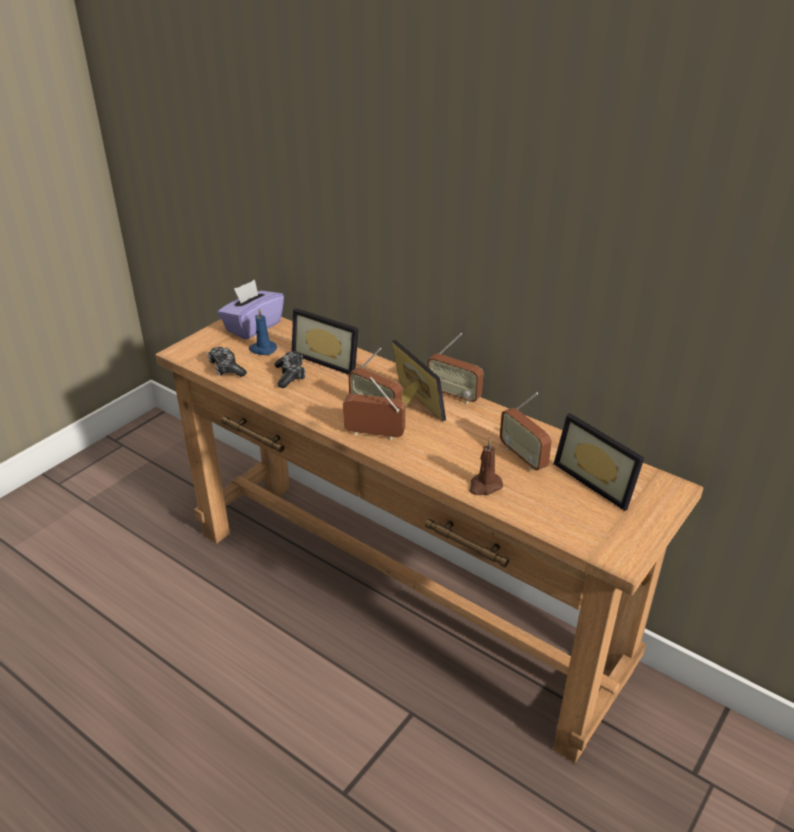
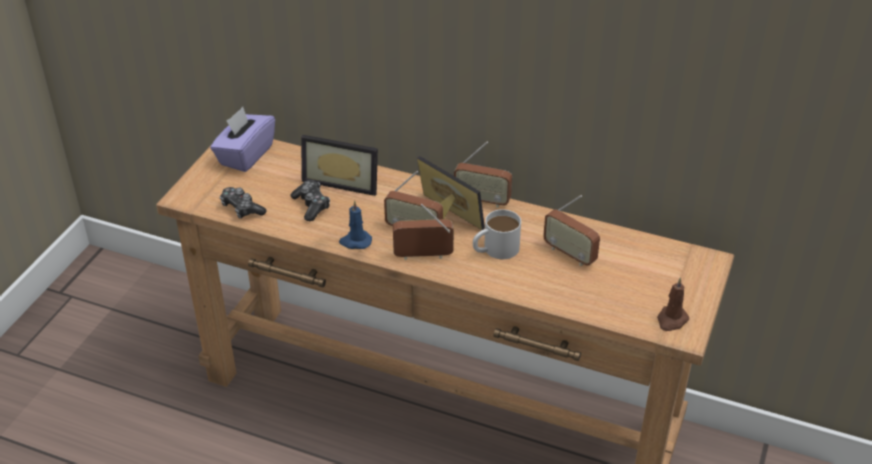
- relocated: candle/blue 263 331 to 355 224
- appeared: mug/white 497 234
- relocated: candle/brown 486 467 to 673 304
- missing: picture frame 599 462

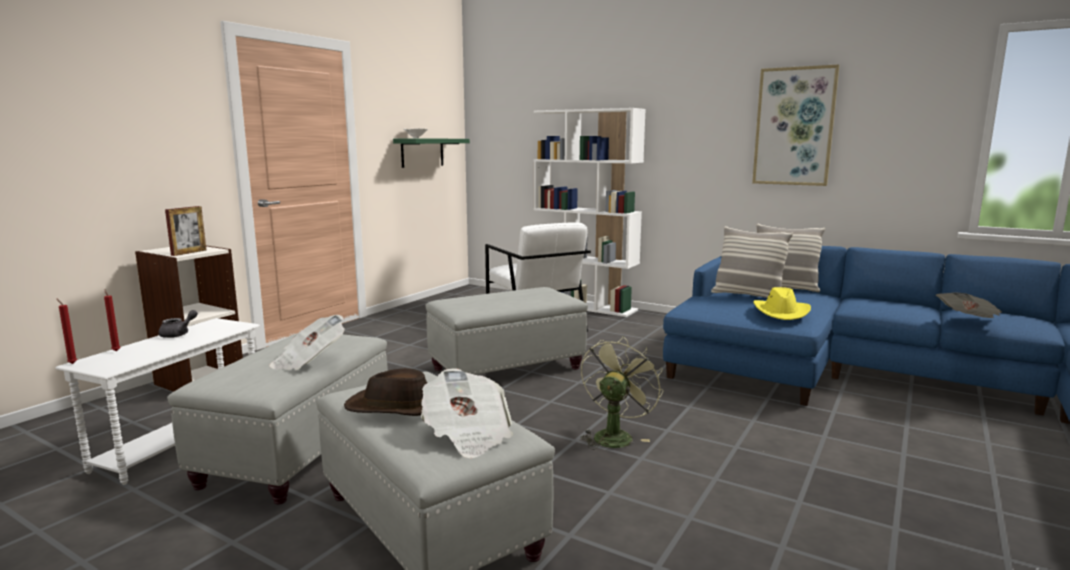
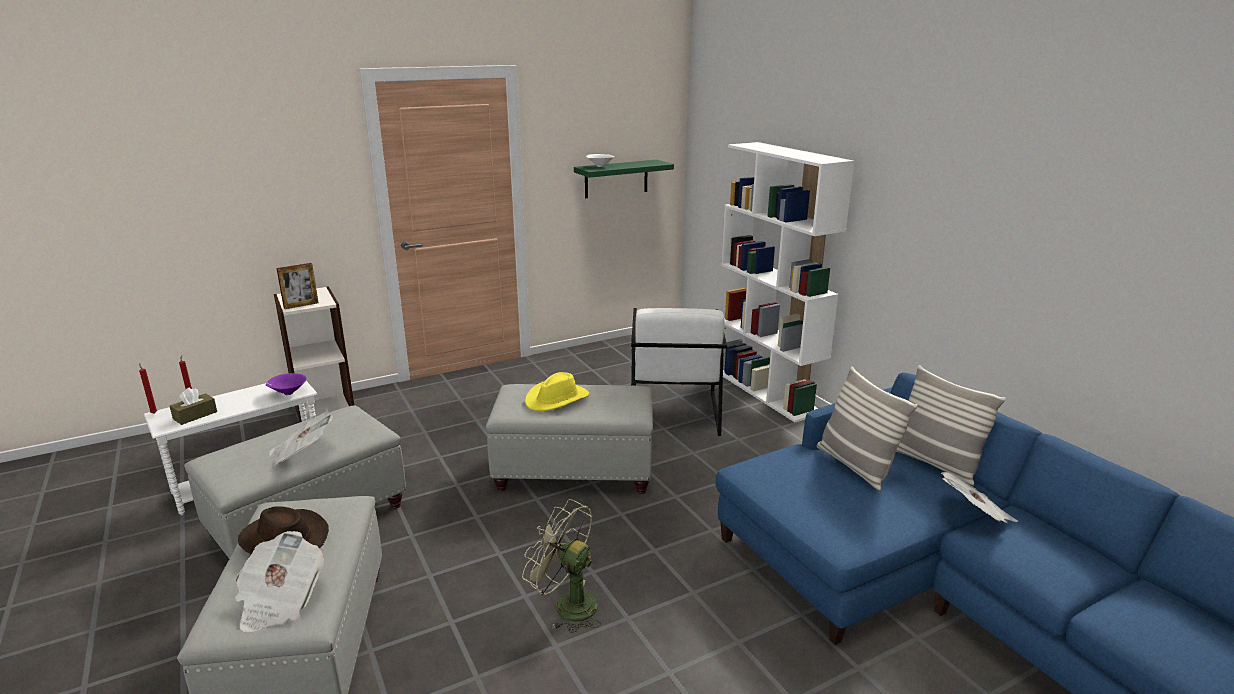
- appeared: tissue box/brown 193 406
- appeared: bowl/purple 286 384
- spun: fan/green 622 393 = 561 566 120 degrees counterclockwise
- relocated: hat/yellow 782 303 to 557 391
- relocated: newspaper 969 305 to 979 497
- missing: teapot/grey 178 324
- missing: picture 795 125

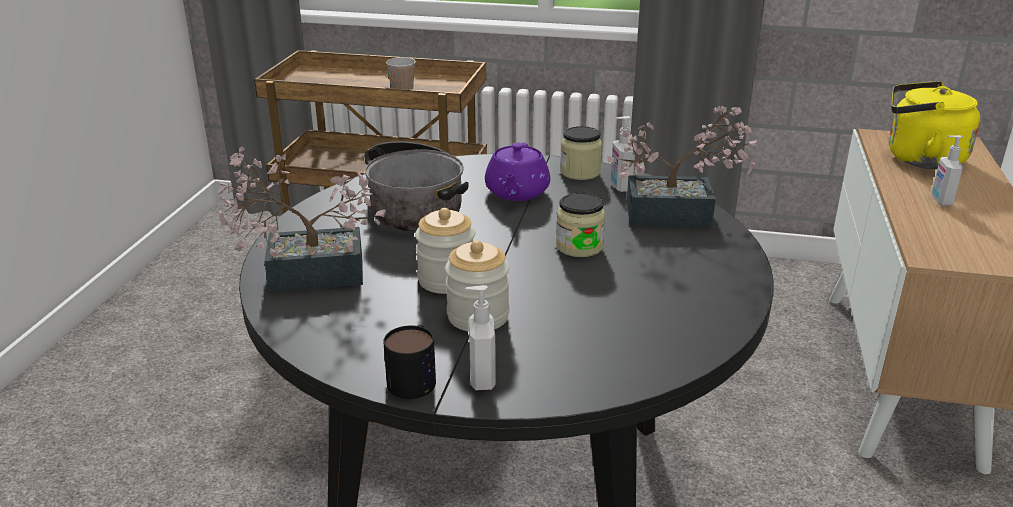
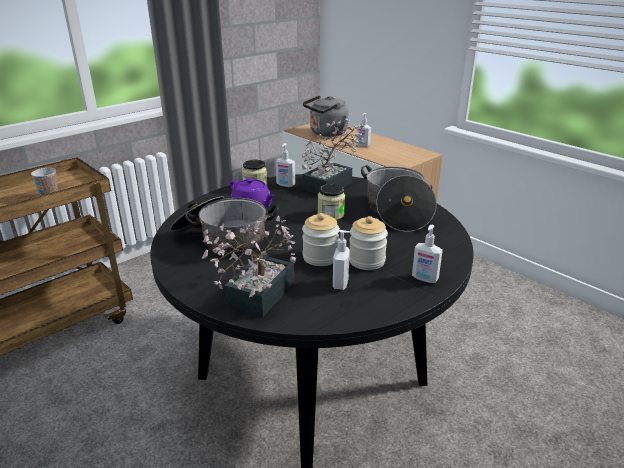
- colour: kettle/yellow 934 125 to kettle/grey 325 116
- appeared: soap dispenser 342 260
- appeared: cooking pot 399 198
- missing: mug 409 362

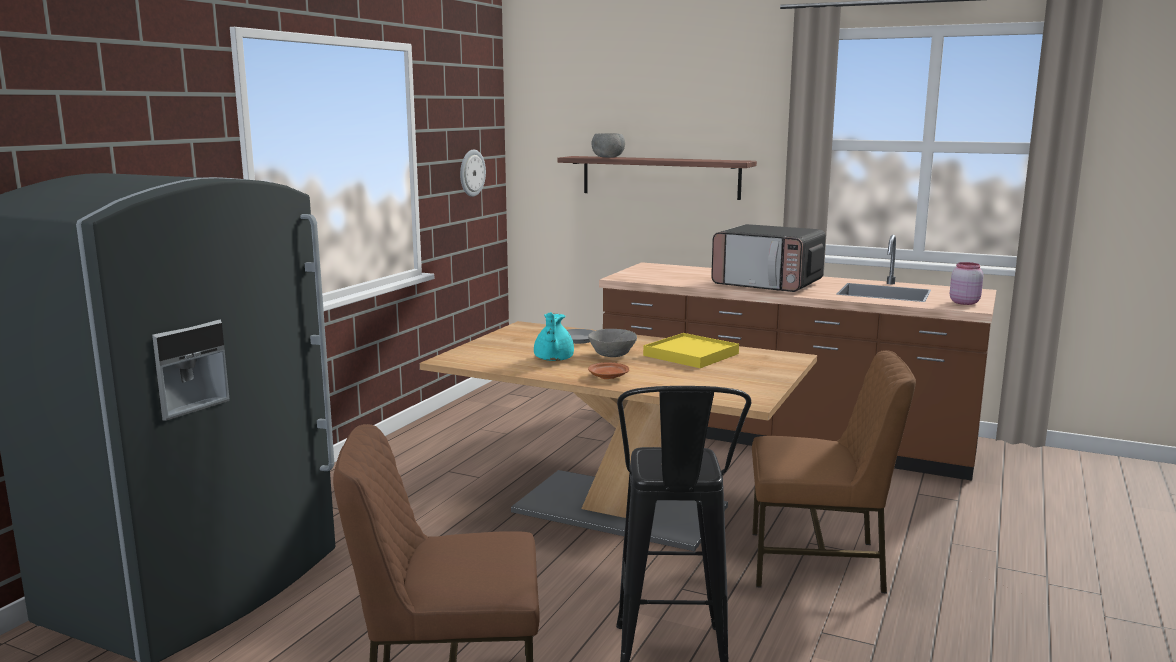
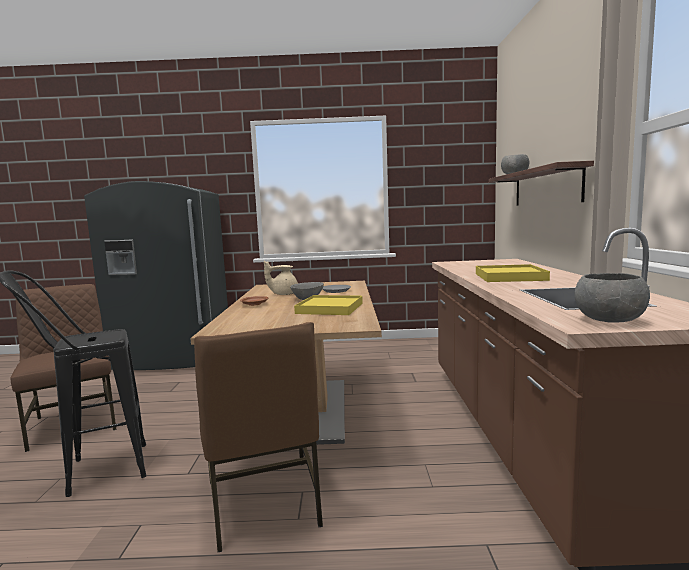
- colour: teapot/turquoise 554 336 to teapot/beige 281 278
- exchanged: microwave 768 258 to tray/yellow 513 273
- exchanged: jar/pink 966 283 to bowl/grey 612 298
- missing: wall clock 473 173

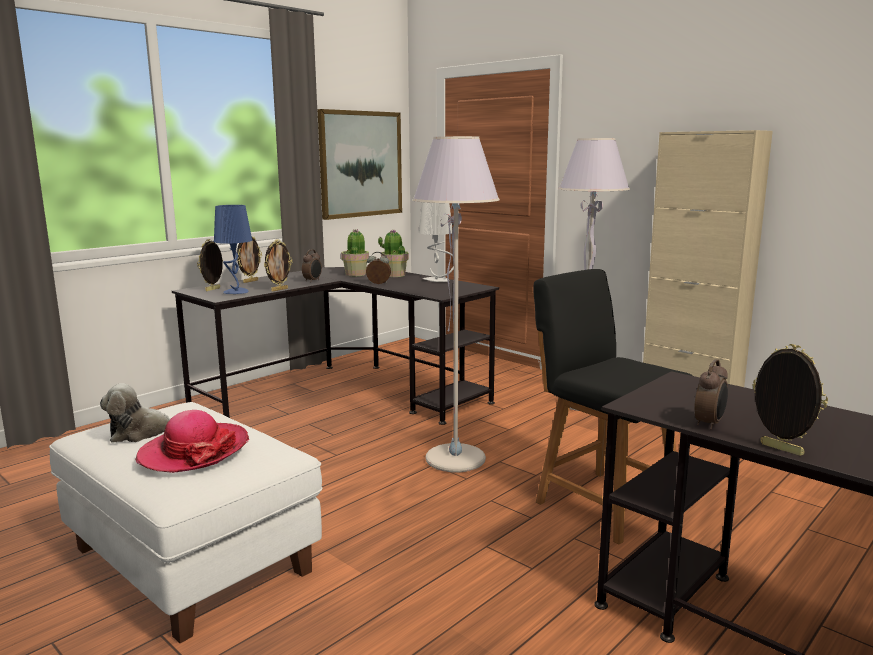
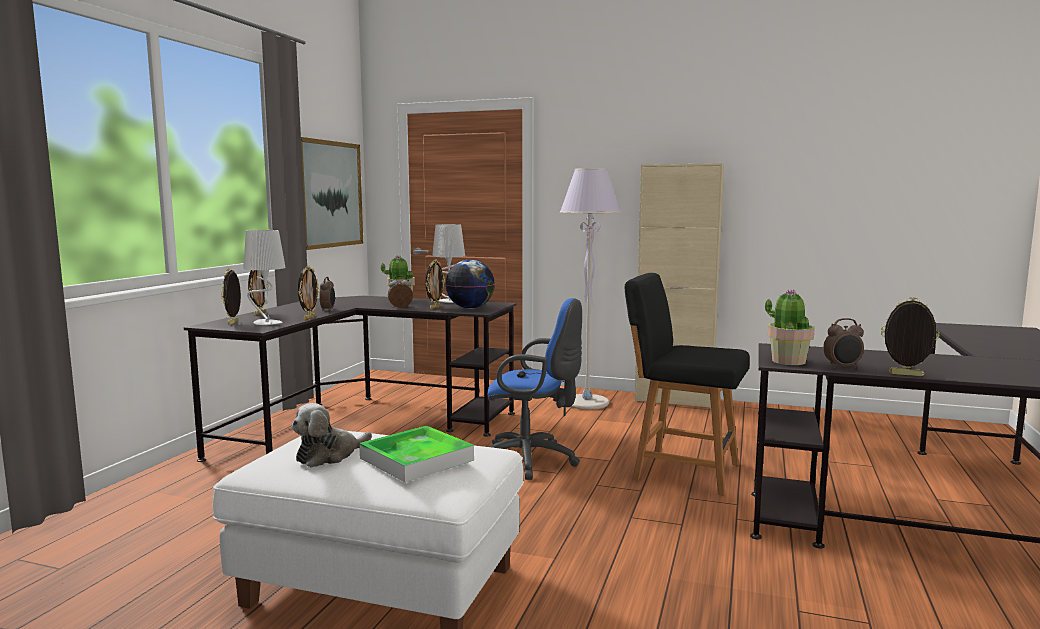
- colour: table lamp/blue 233 249 to table lamp/grey 264 277
- exchanged: hat 192 441 to tray 416 454
- appeared: picture frame 435 284
- appeared: globe 470 284
- exchanged: floor lamp/grey 456 304 to office chair/blue 534 389
- relocated: potted plant 355 252 to 790 327
- spun: alarm clock 711 394 = 843 343 75 degrees clockwise

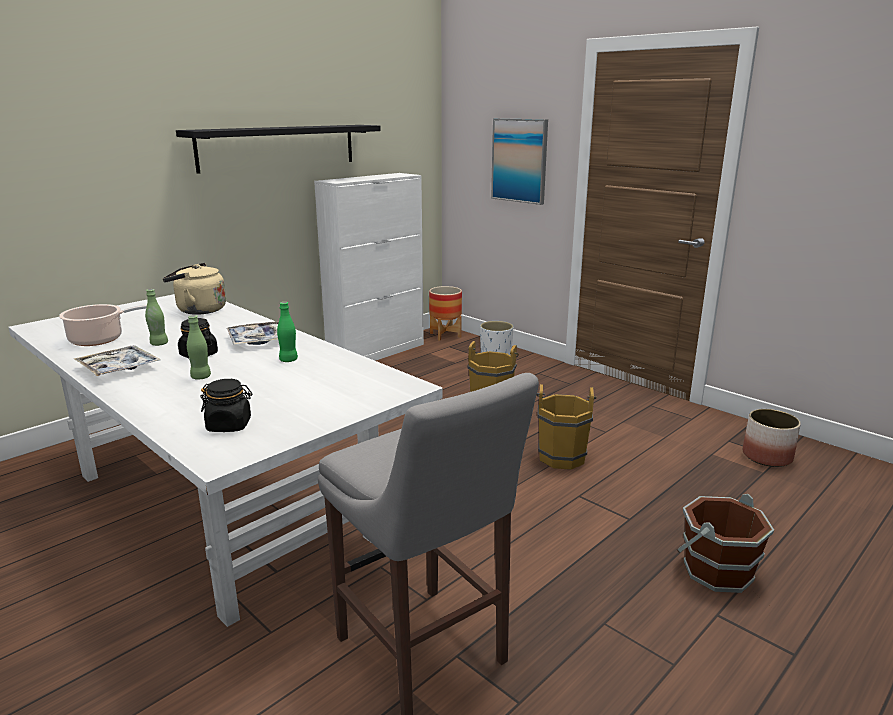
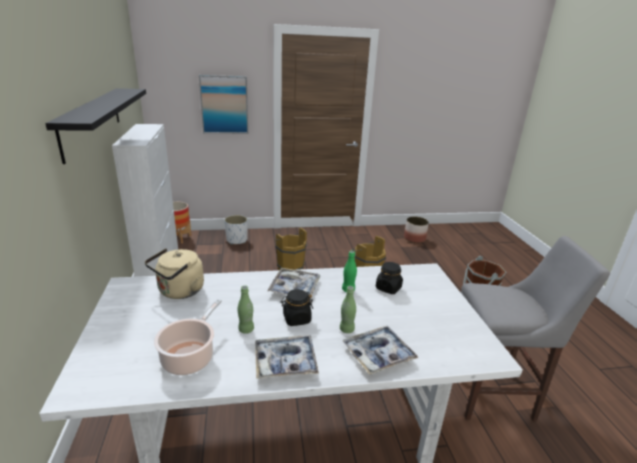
- appeared: tray 380 350
- relocated: jar/black 226 405 to 389 278

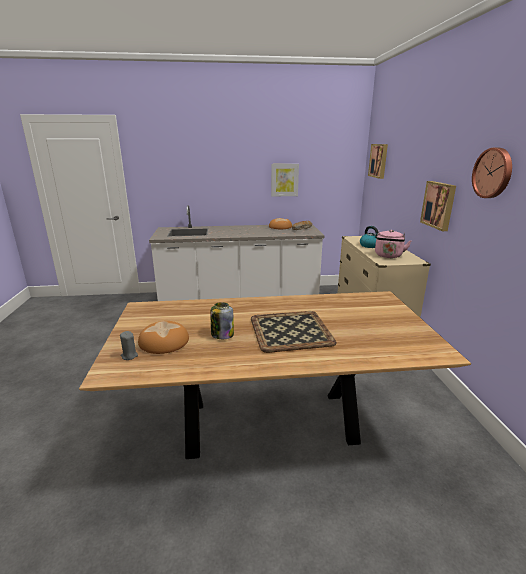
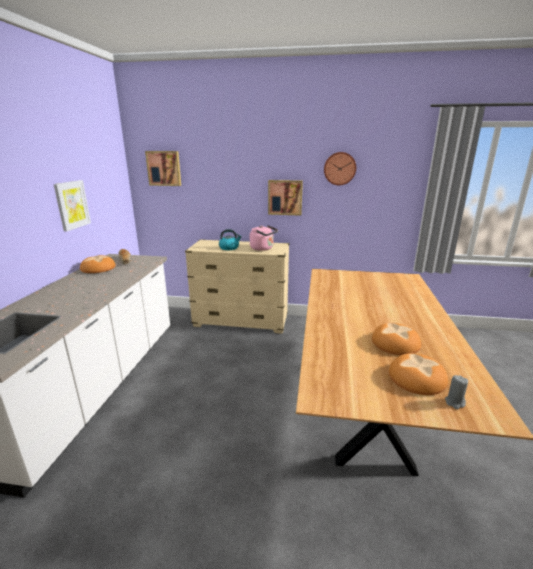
- exchanged: jar 222 320 to bread 396 339
- missing: tray 294 332

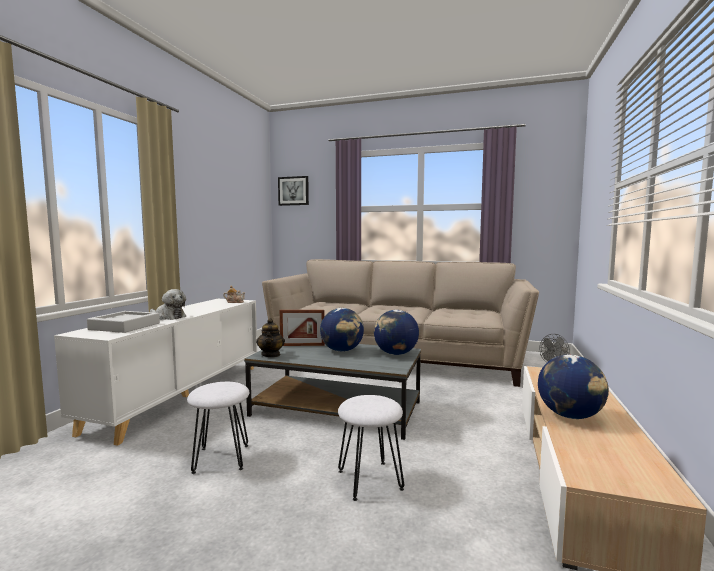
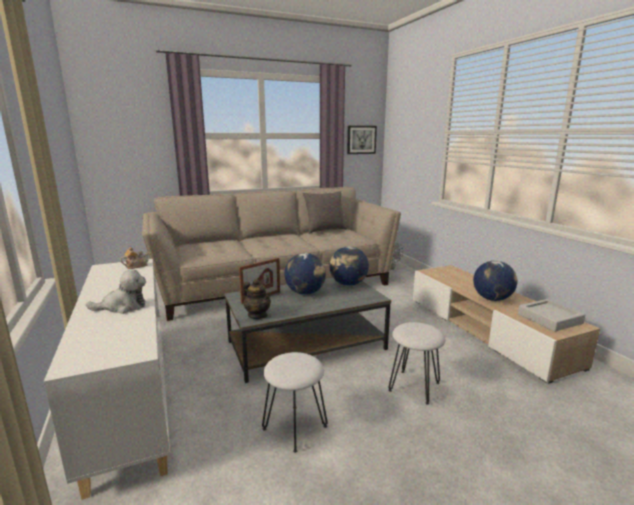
- appeared: pillow/grey 324 212
- relocated: picture 293 191 to 362 140
- relocated: tray/grey 123 322 to 551 315

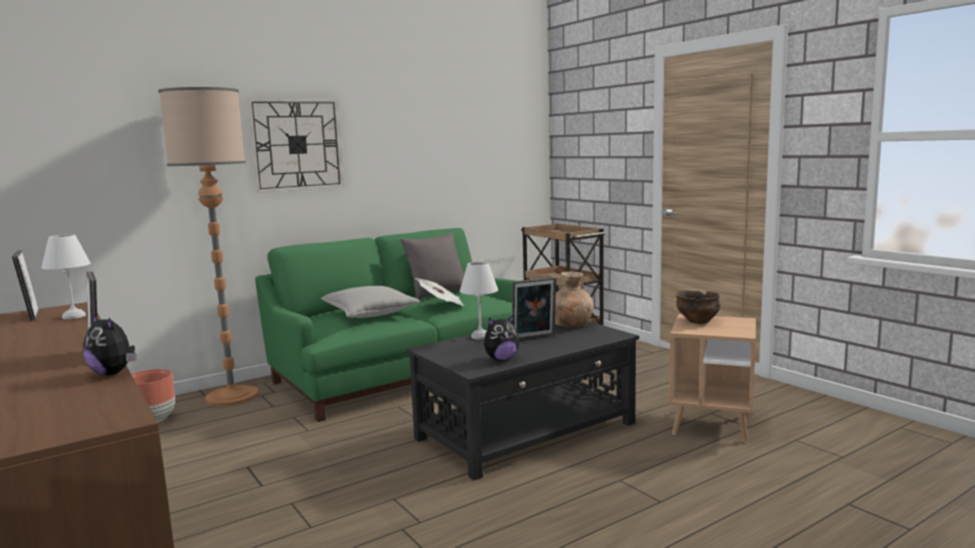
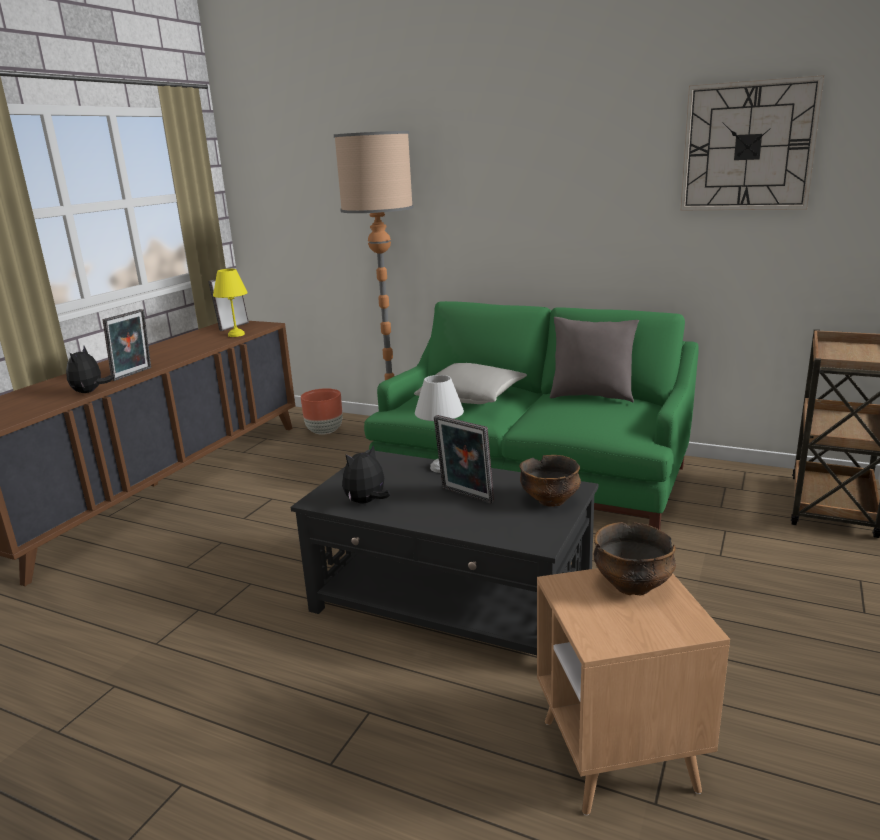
- colour: table lamp/white 66 276 to table lamp/yellow 230 303
- spun: plush toy 501 337 = 366 474 105 degrees clockwise
- exchanged: vase/brown 574 299 to bowl 550 481
- relocated: wall clock 295 145 to 752 142
- missing: newspaper 440 292

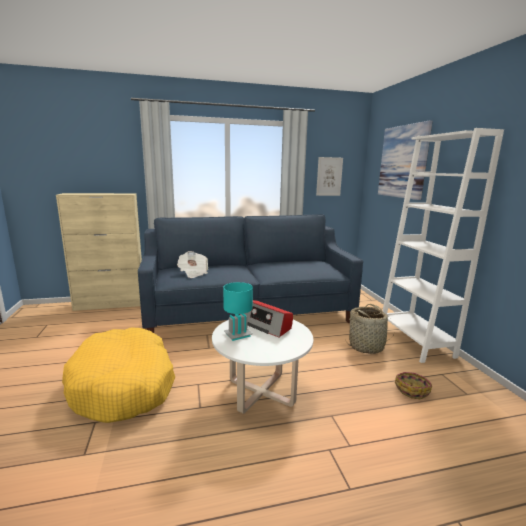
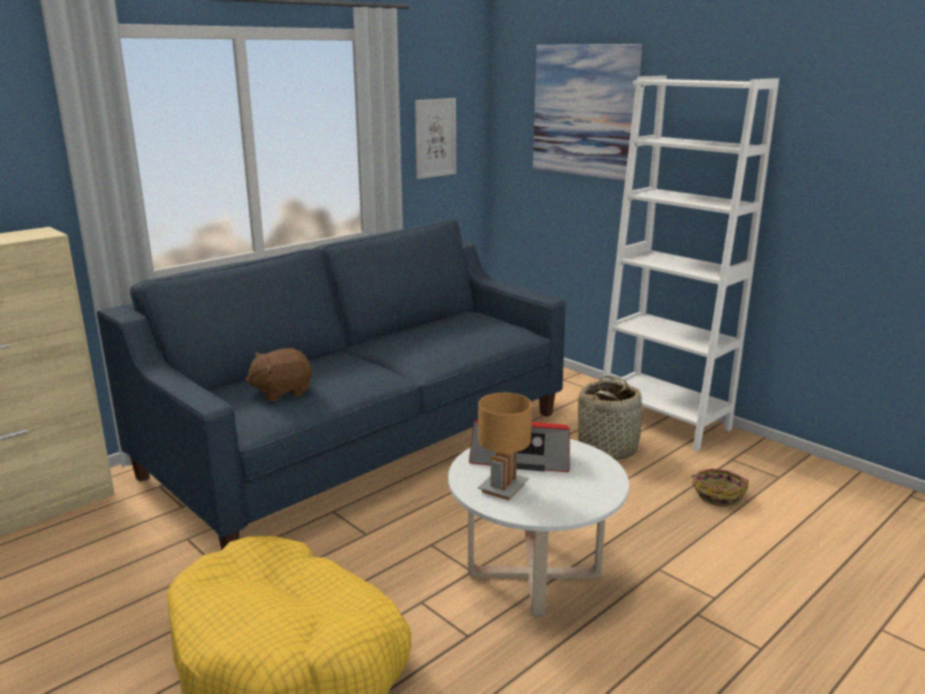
- exchanged: newspaper 192 264 to plush toy/brown 278 375
- colour: table lamp/turquoise 238 311 to table lamp/brown 505 446

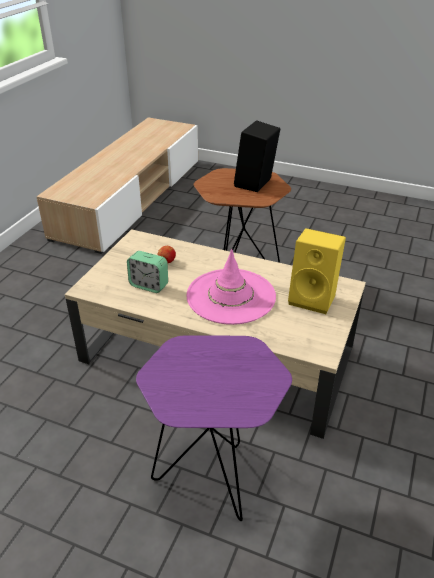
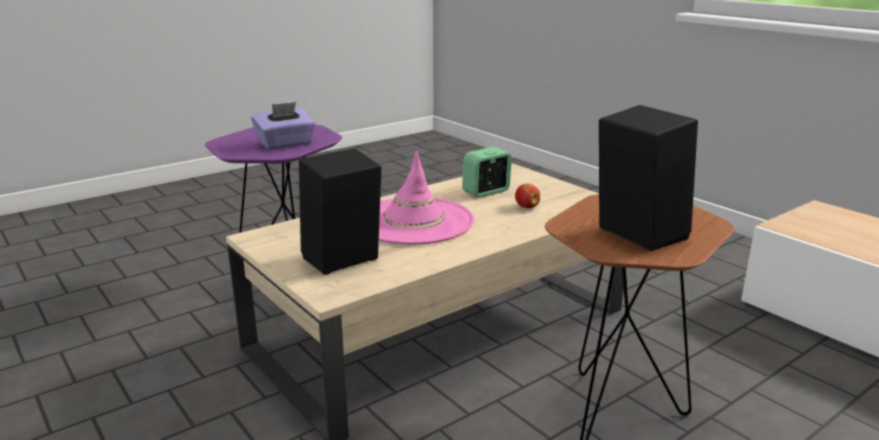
- appeared: tissue box/purple 283 126
- colour: speaker/yellow 317 271 to speaker/black 340 211

